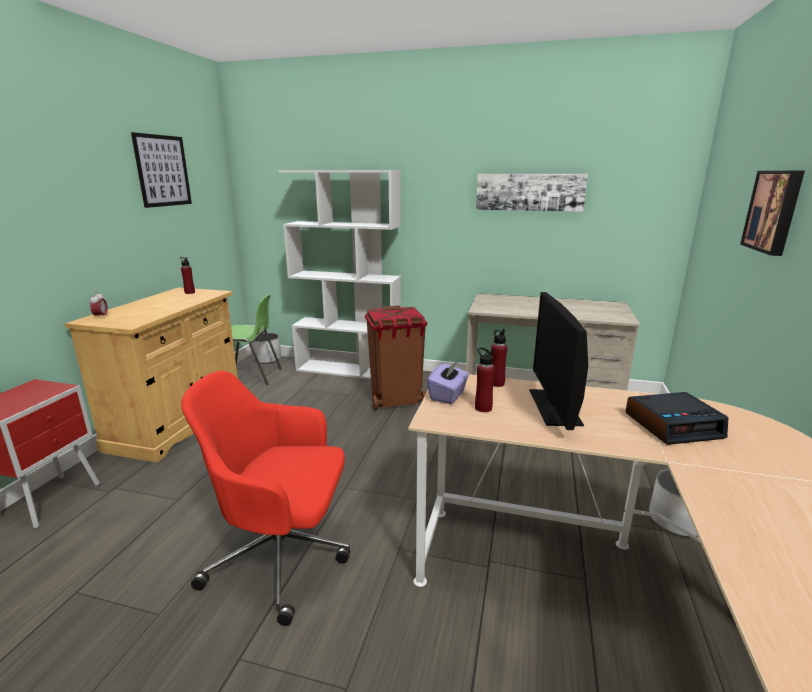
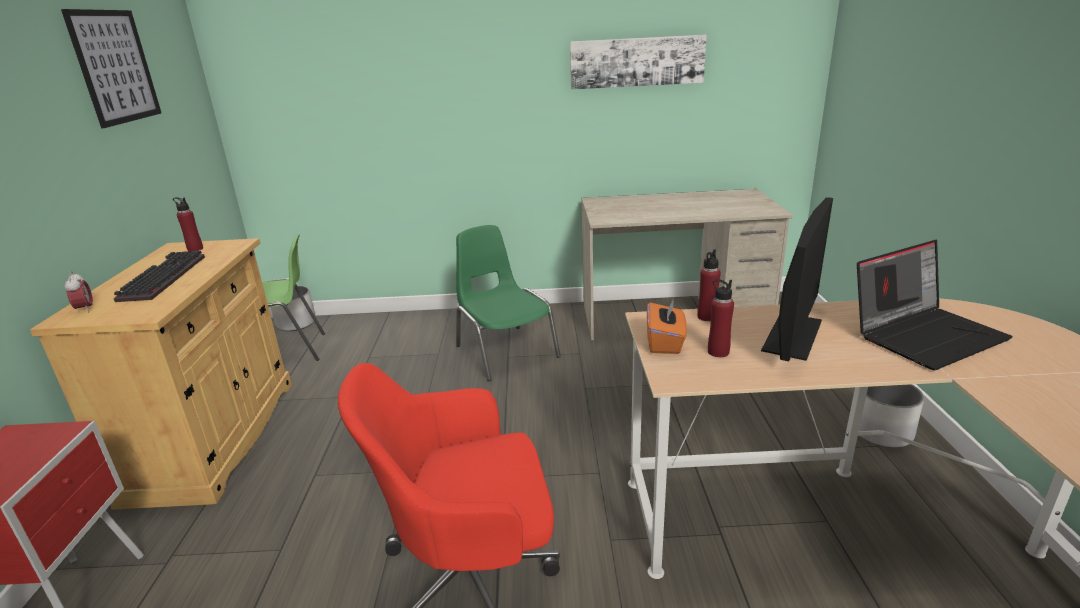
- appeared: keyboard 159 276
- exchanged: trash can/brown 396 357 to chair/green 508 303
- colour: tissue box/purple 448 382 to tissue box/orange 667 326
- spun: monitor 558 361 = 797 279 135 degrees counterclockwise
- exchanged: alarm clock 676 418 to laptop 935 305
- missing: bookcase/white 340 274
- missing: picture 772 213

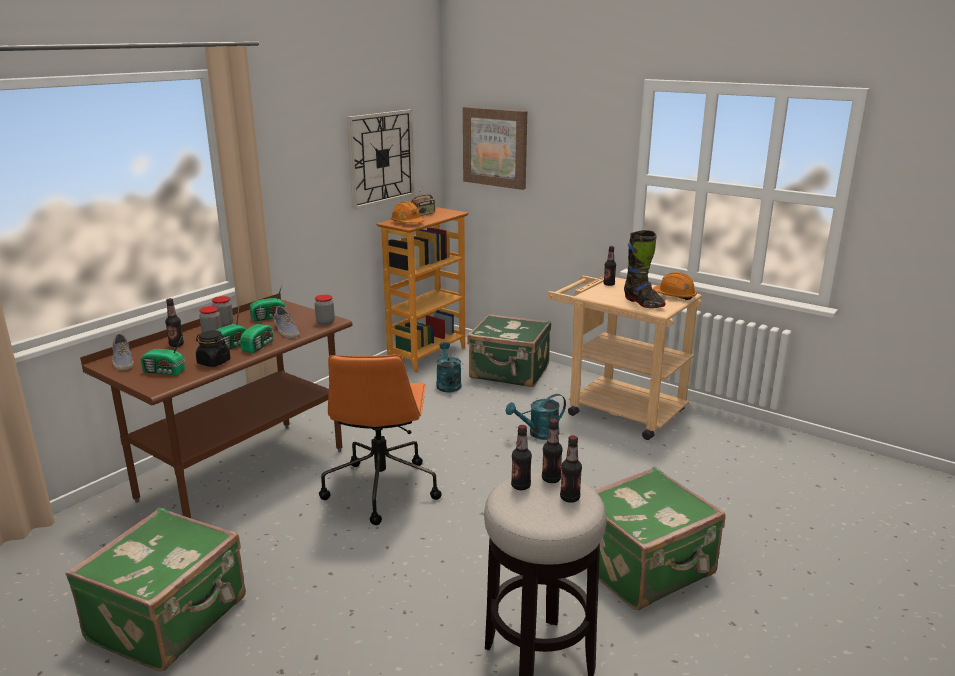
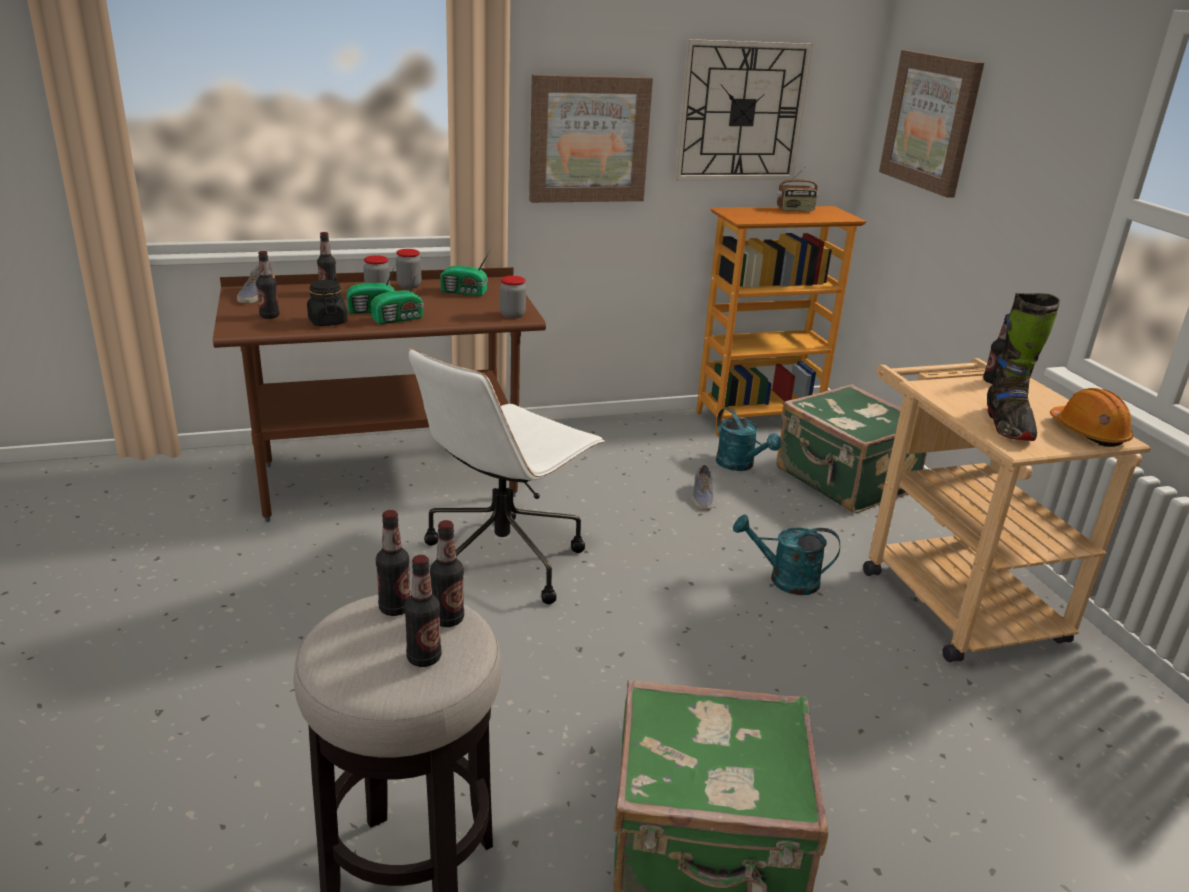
- exchanged: radio 163 355 to bottle 267 285
- colour: office chair/orange 380 440 to office chair/white 507 476
- appeared: picture 591 138
- relocated: shoe 286 322 to 702 487
- spun: watering can/turquoise 448 367 = 748 439 120 degrees clockwise
- missing: suitcase/green 156 589
- missing: hard hat/orange 408 212

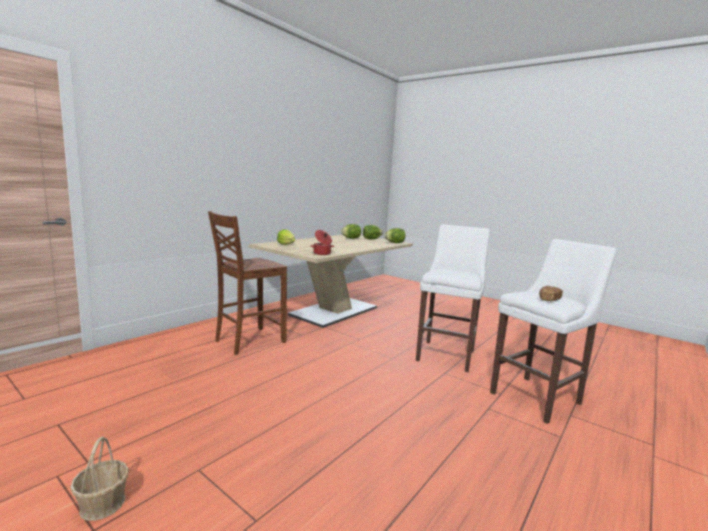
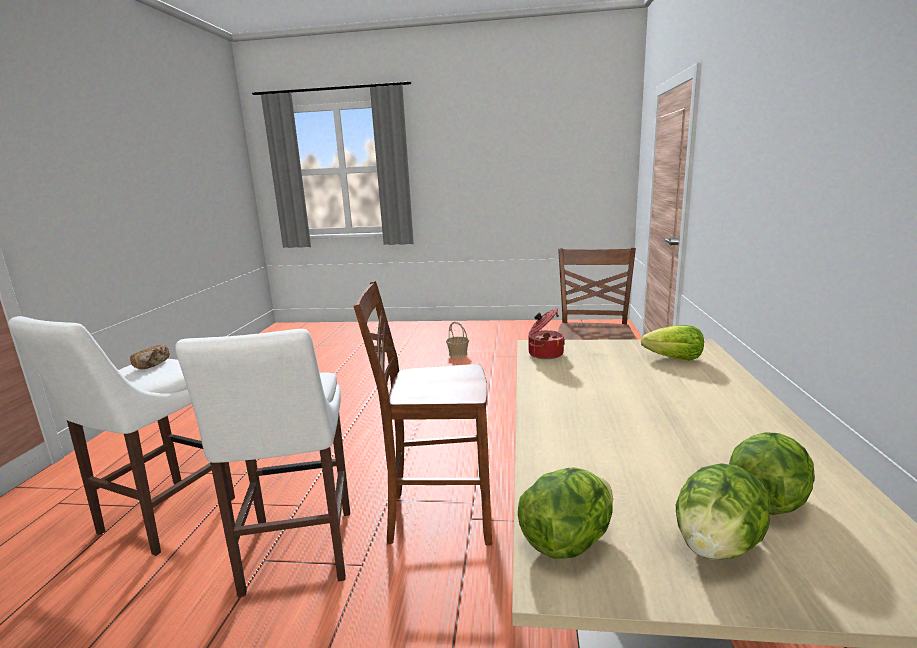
- appeared: chair/brown 422 413

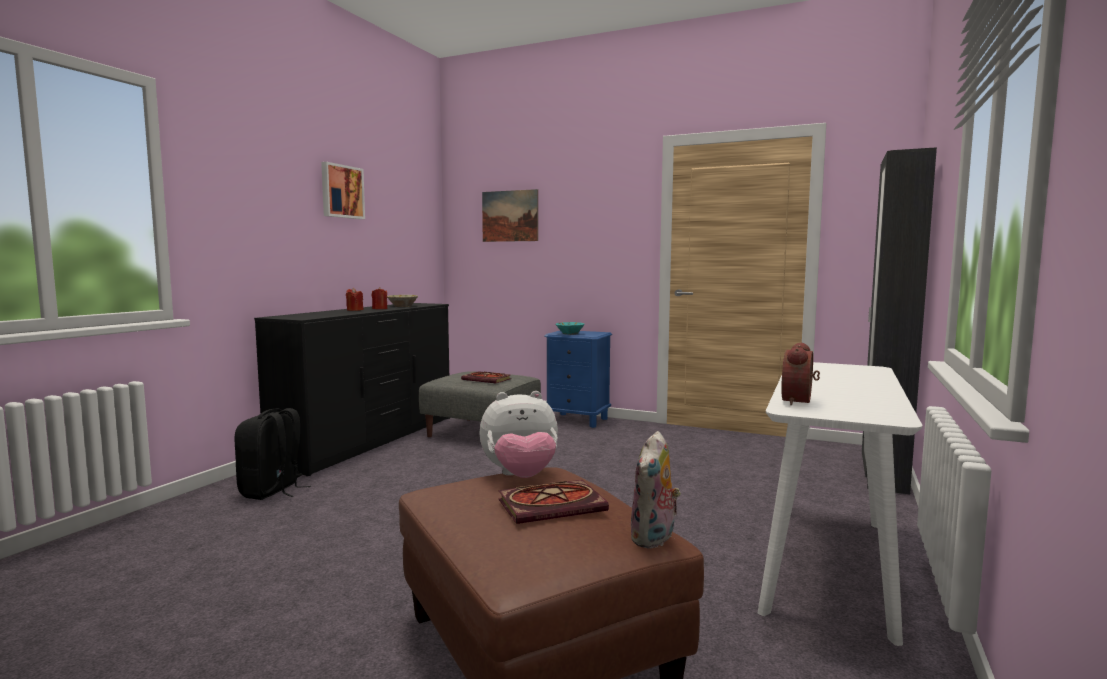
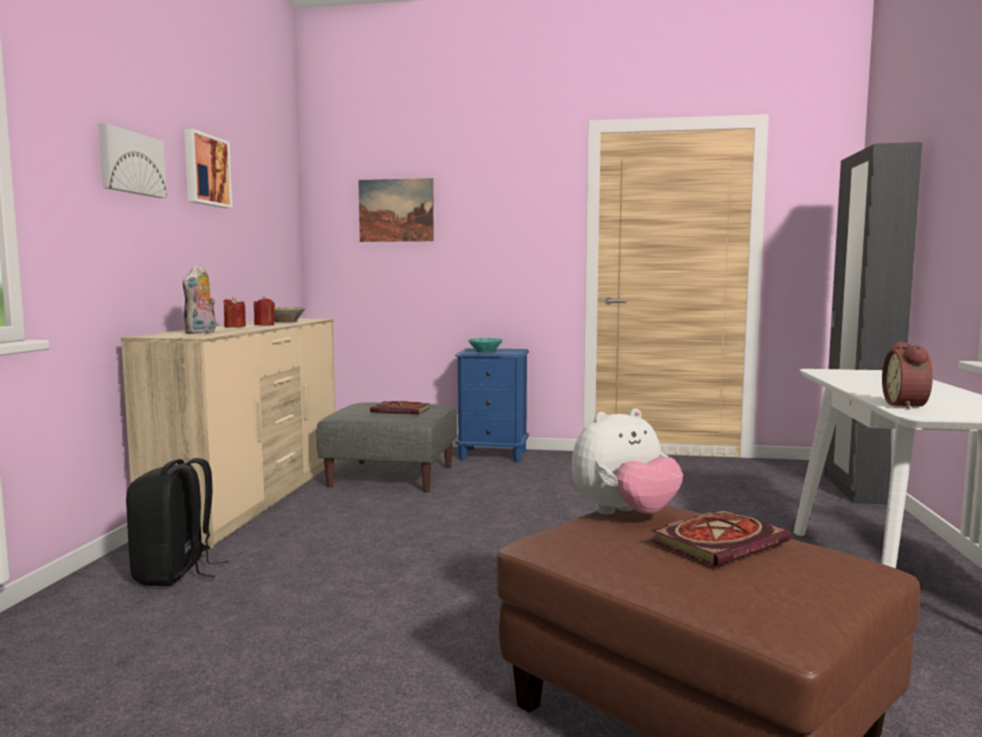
- appeared: picture 133 160
- colour: dresser/black 352 389 to dresser/beige 229 434
- relocated: plush toy 656 490 to 199 300

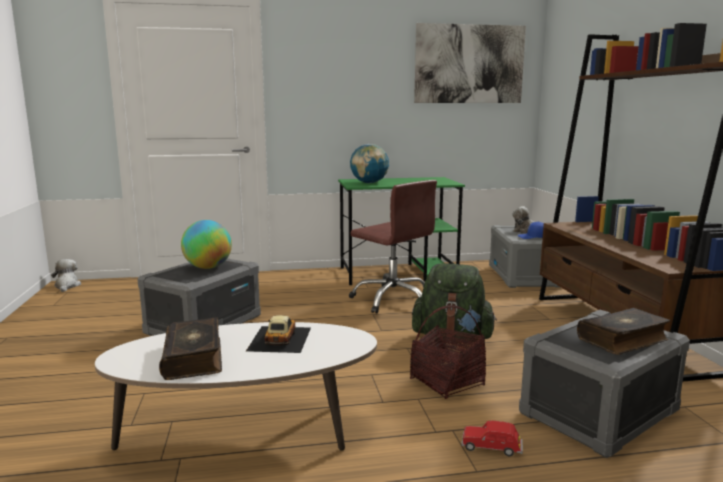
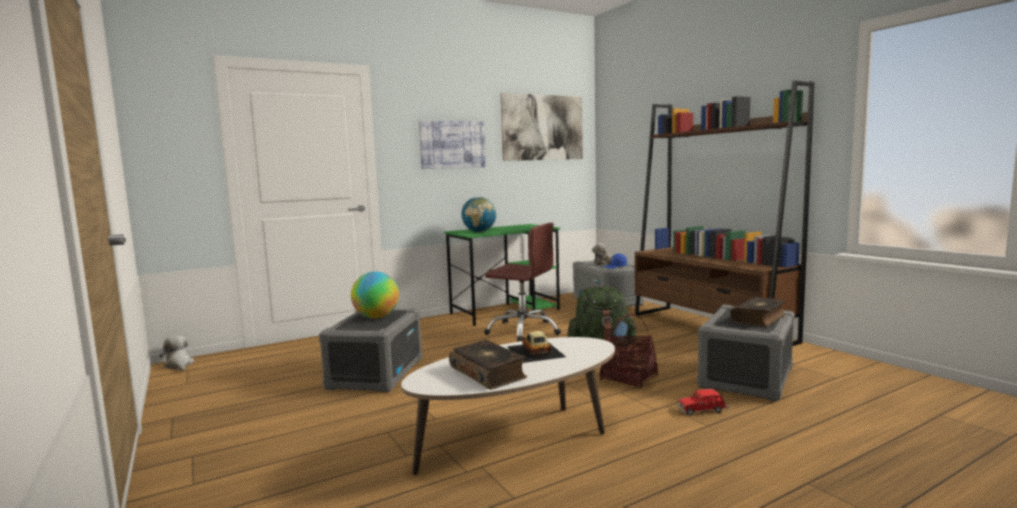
- appeared: picture 452 144

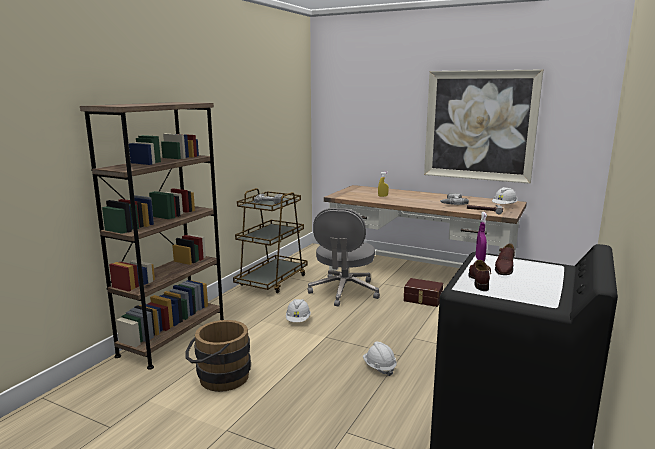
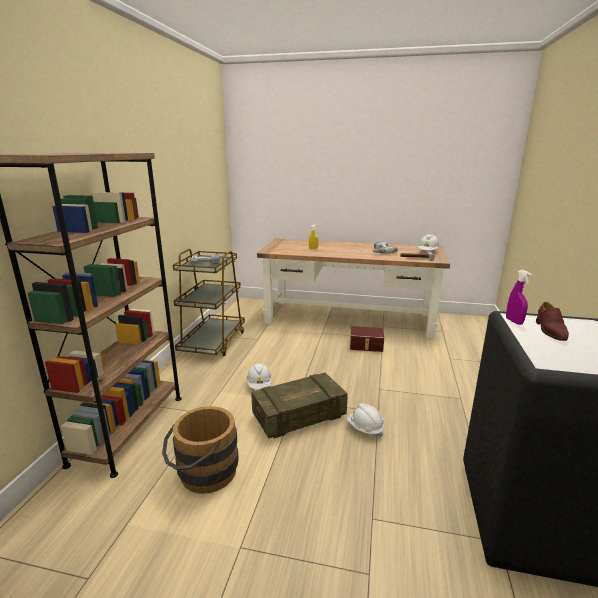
- appeared: crate 299 405
- missing: office chair/grey 344 257
- missing: picture 483 126
- missing: shoe/brown 479 275

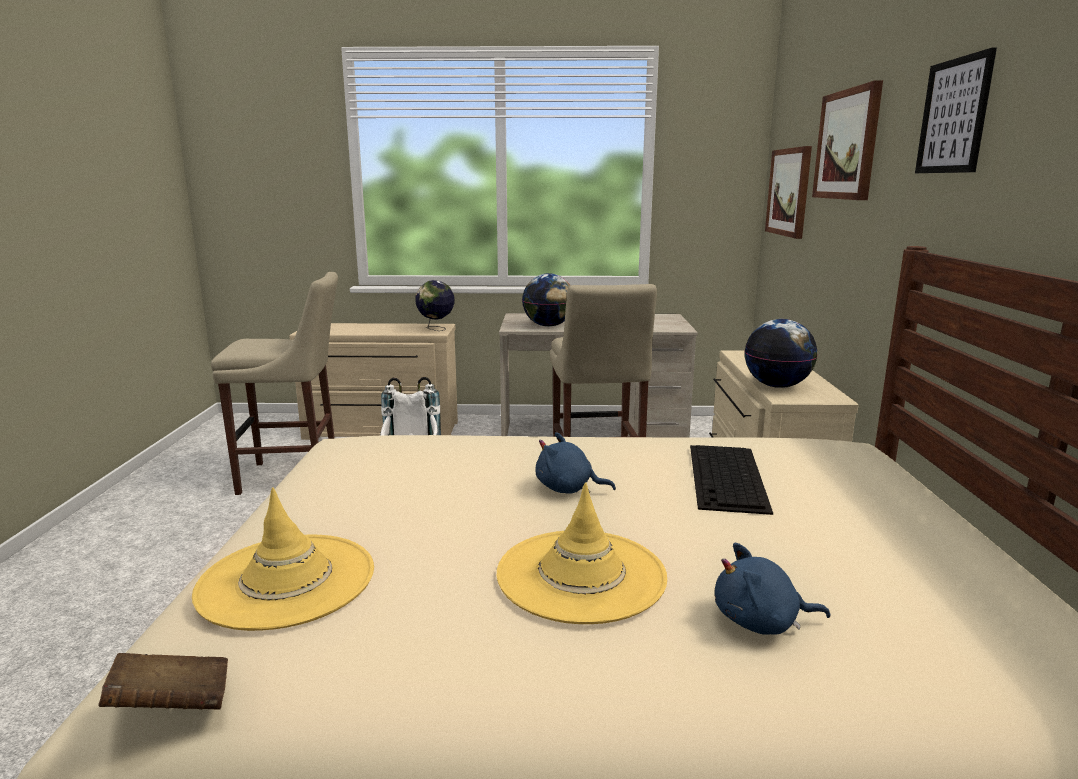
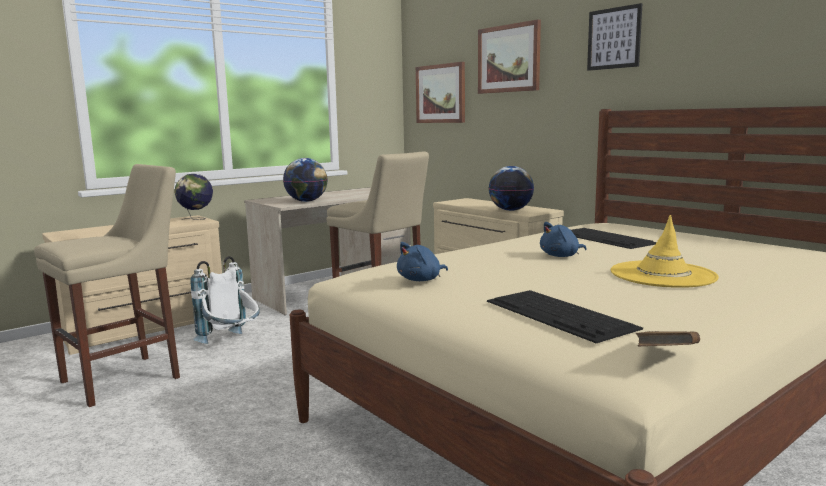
- relocated: plush toy/blue 773 589 to 422 261
- exchanged: hat/yellow 283 559 to keyboard 565 316

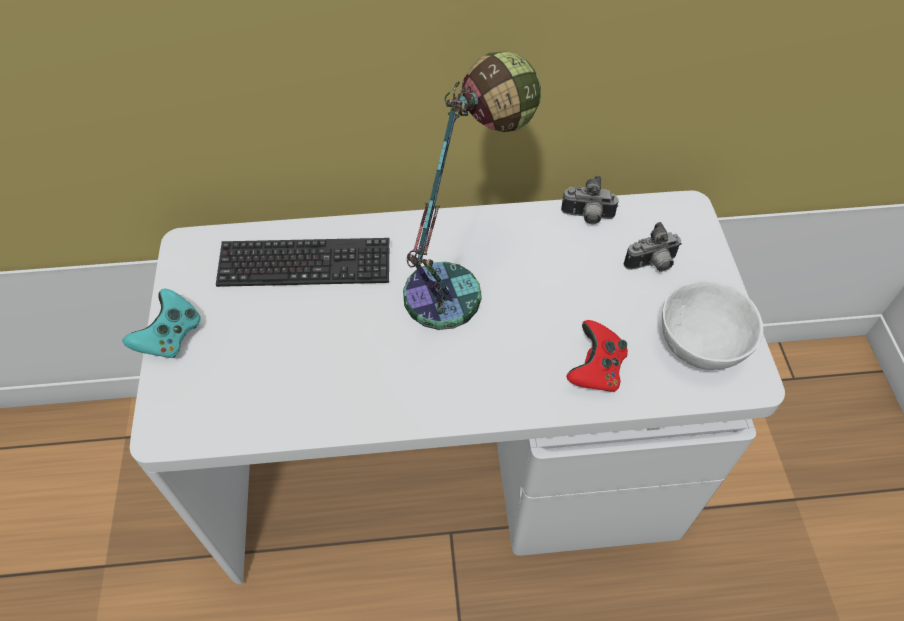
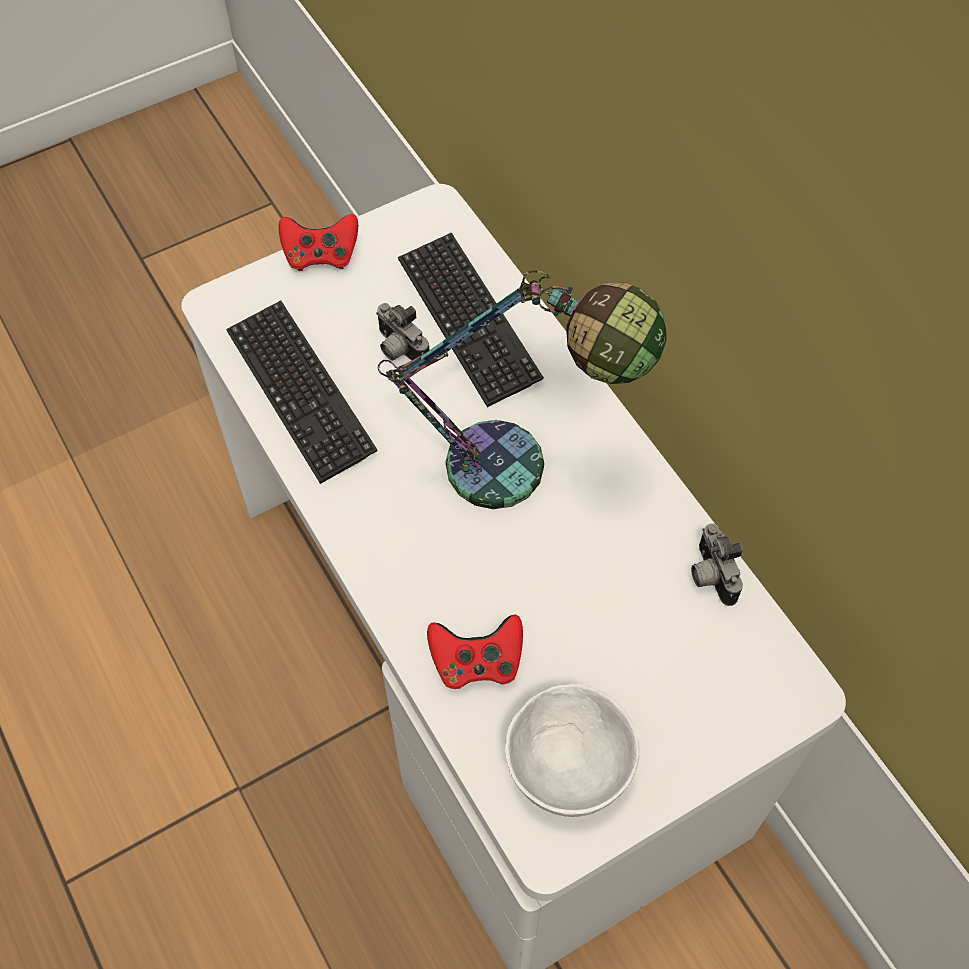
- appeared: keyboard 302 392
- colour: game controller/turquoise 161 323 to game controller/red 318 242
- relocated: photo camera 653 247 to 402 332

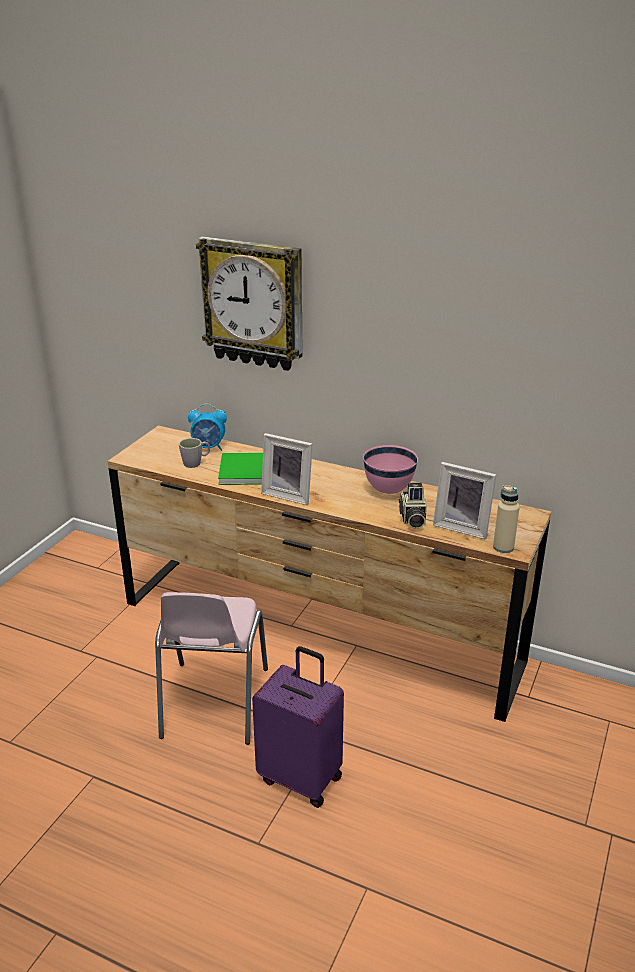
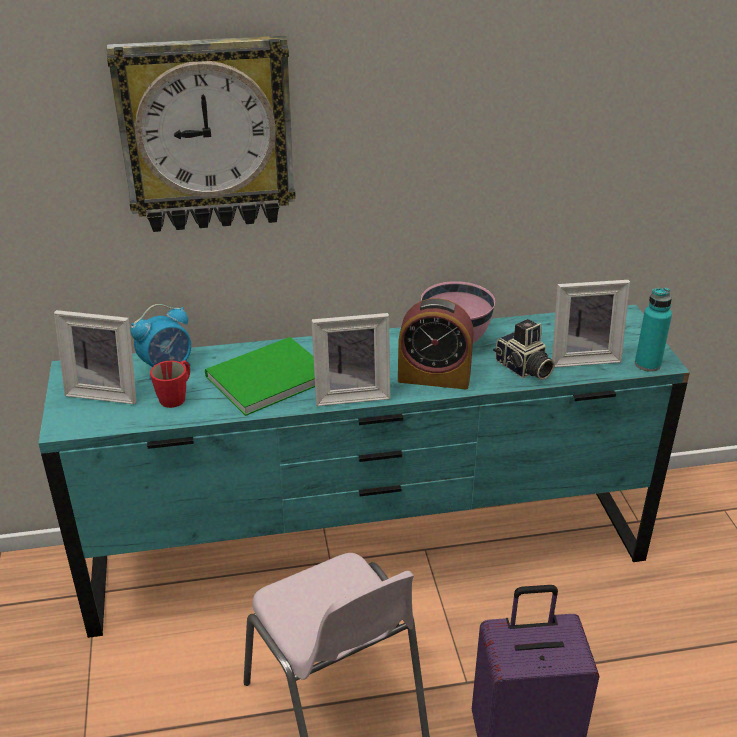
- colour: dresser/brown 329 574 to dresser/turquoise 364 471
- appeared: picture frame 95 357
- colour: mug/grey 194 453 to mug/red 170 384
- appeared: alarm clock 436 343
- colour: bottle/beige 506 519 to bottle/turquoise 653 329

